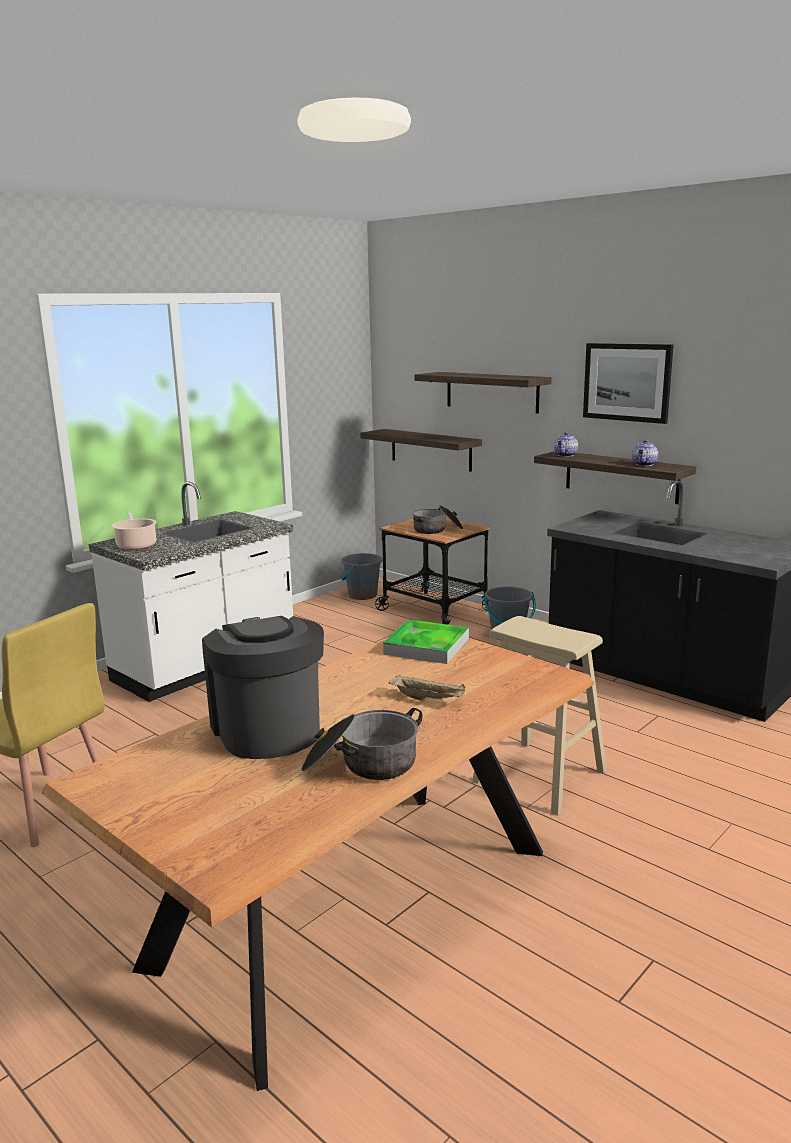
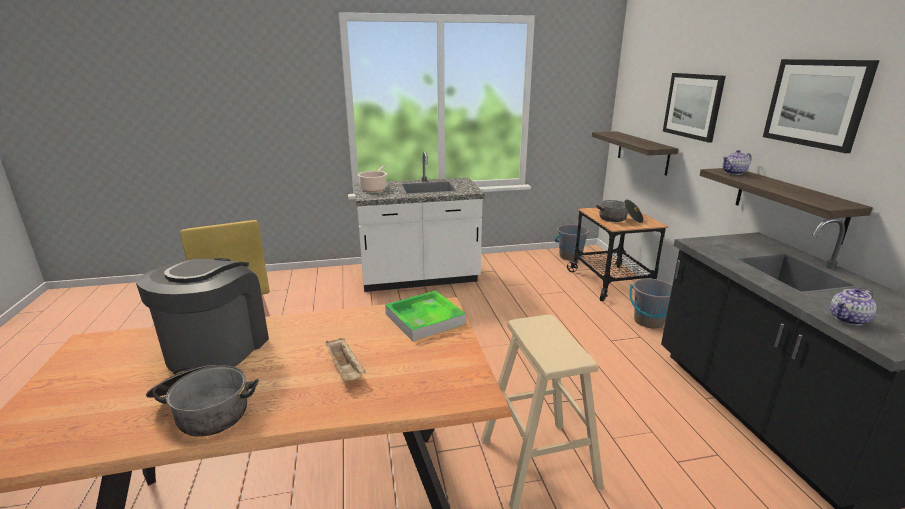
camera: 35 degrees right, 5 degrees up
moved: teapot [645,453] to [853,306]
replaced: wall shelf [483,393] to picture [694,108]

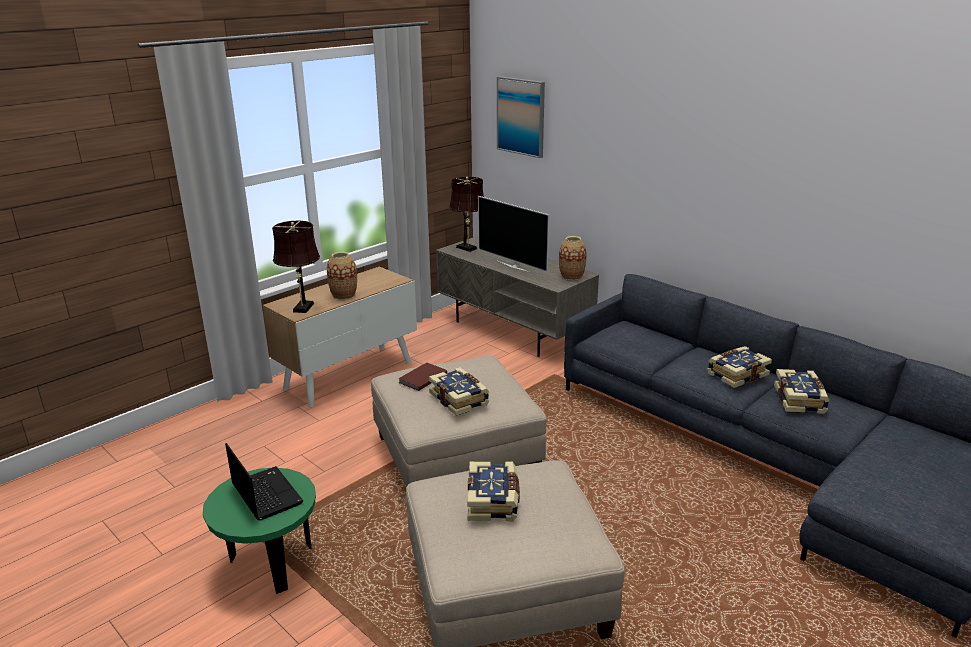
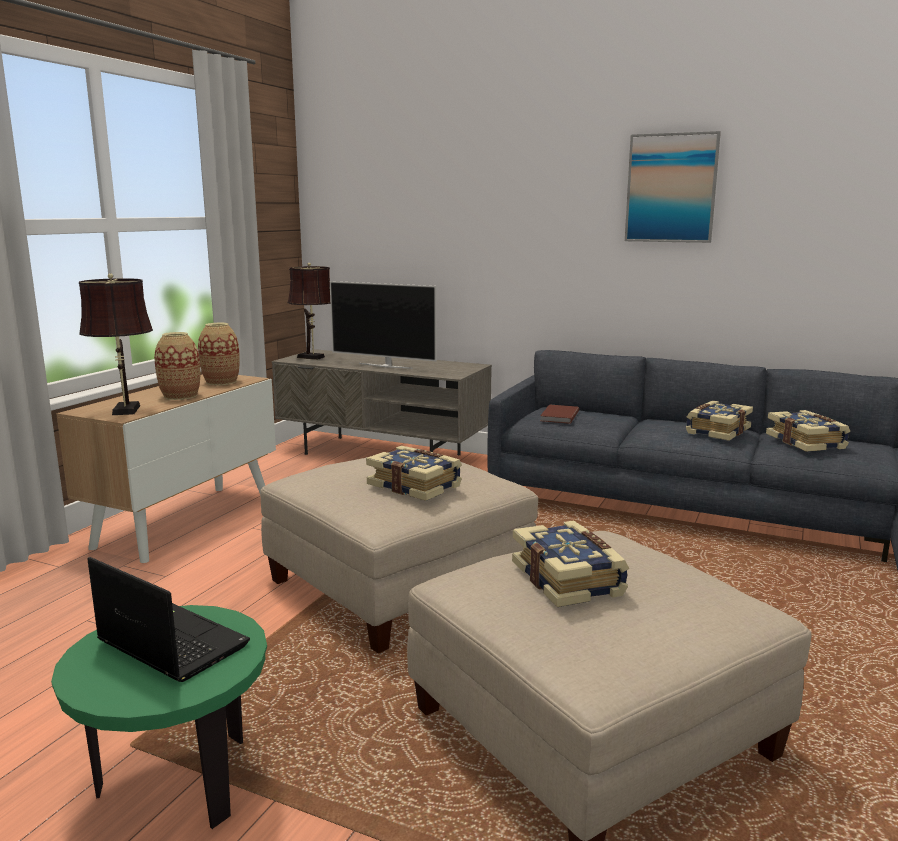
camera: 20 degrees left, 10 degrees down
moved: vase [572,258] to [219,354]; brown-coloured book [422,376] to [559,414]; picture [521,117] to [673,187]

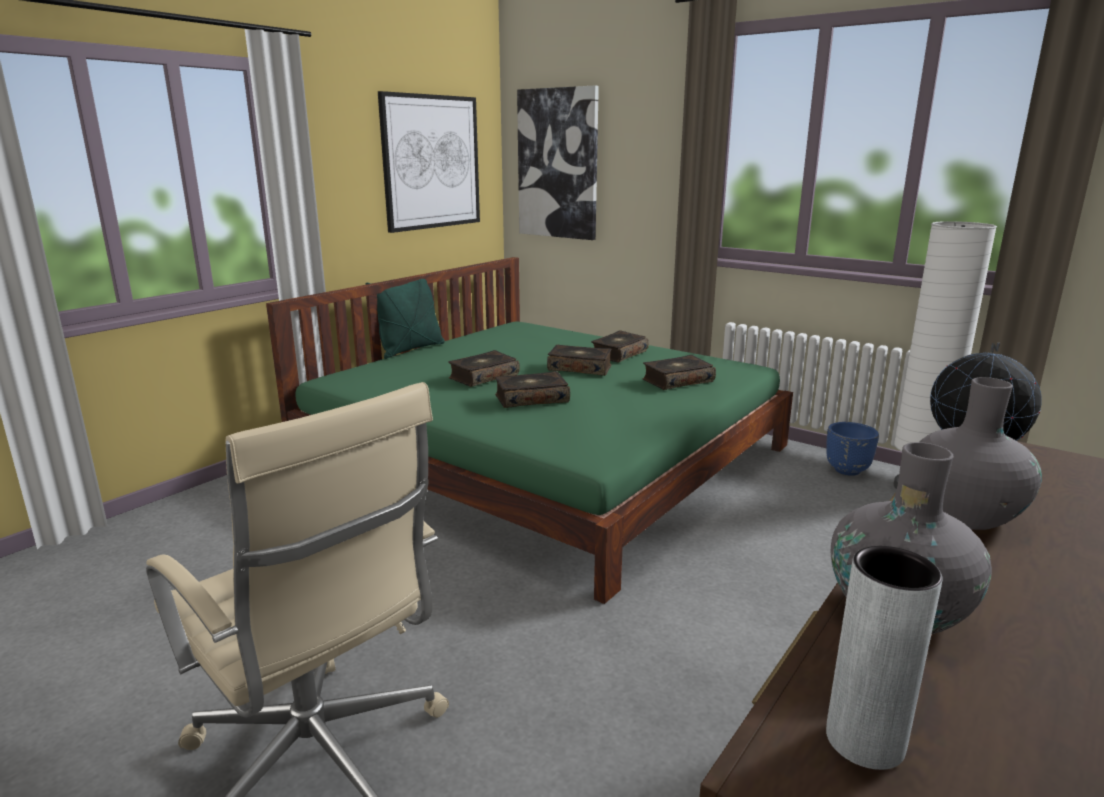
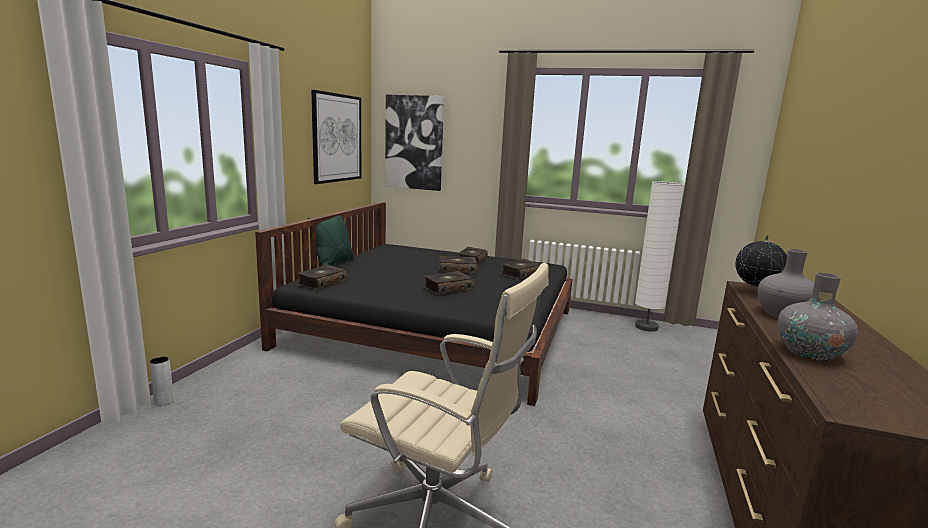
camera: 20 degrees left, 5 degrees down
removed: blue-coloured flower pot [852,449]
moved: greyish vase [884,658] to [161,381]; book [484,368] to [322,277]
recoloured: greenish bedroom bed [529,430] to black-coloured bedroom bed [414,304]

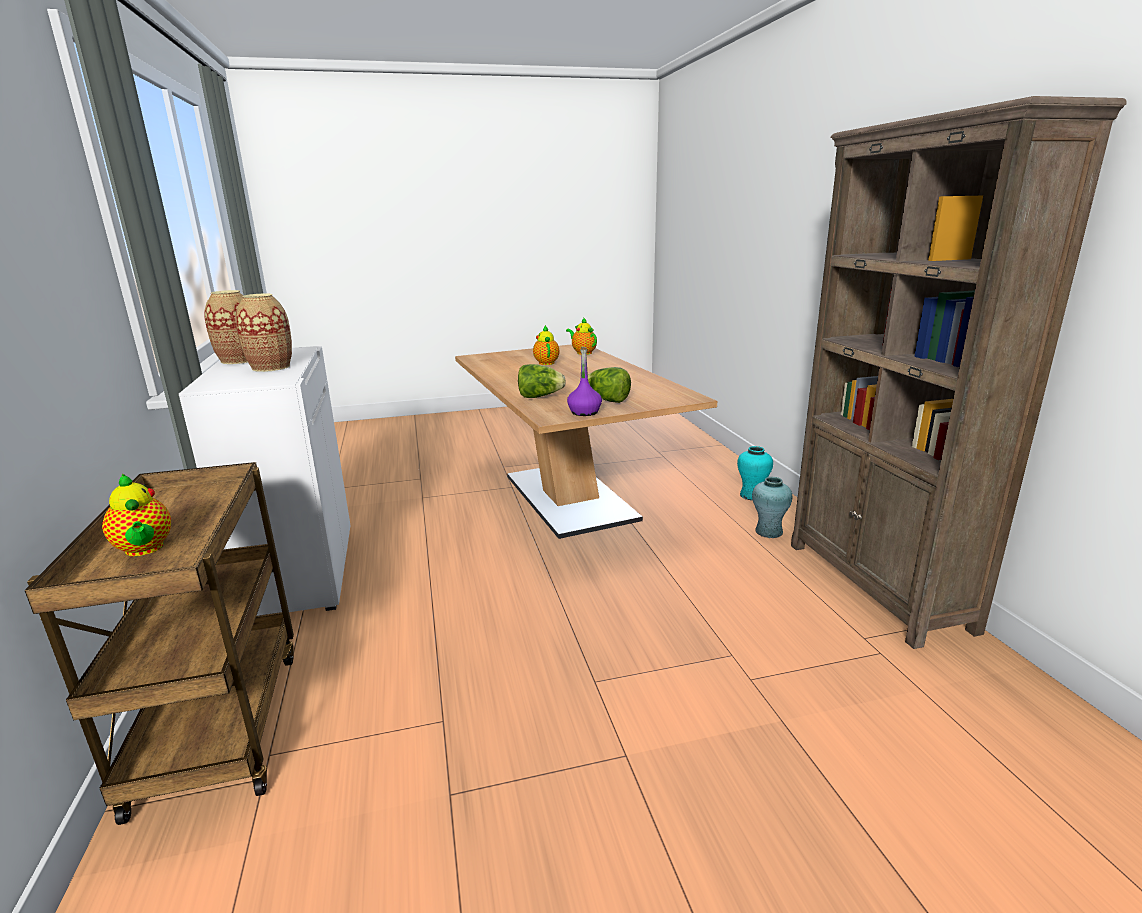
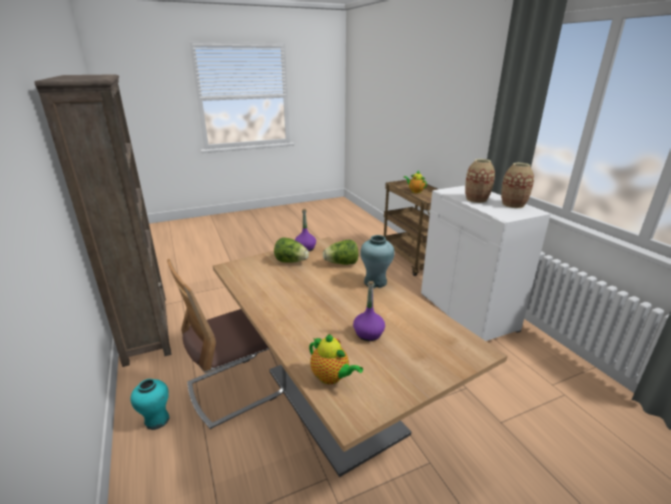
camera: 170 degrees right, 5 degrees up
added: plain chair [226,344]
moved: blue-green vase [772,507] to [377,261]
replaced: teapot [546,345] to purple-coloured drink bottle [369,311]

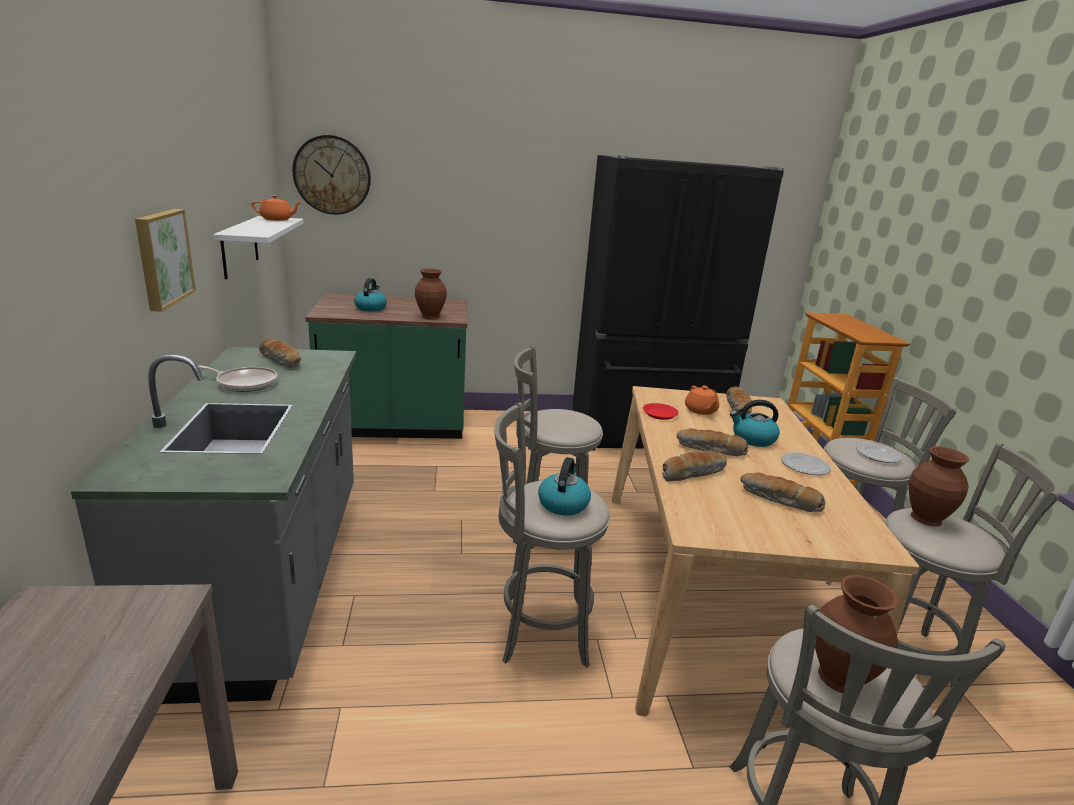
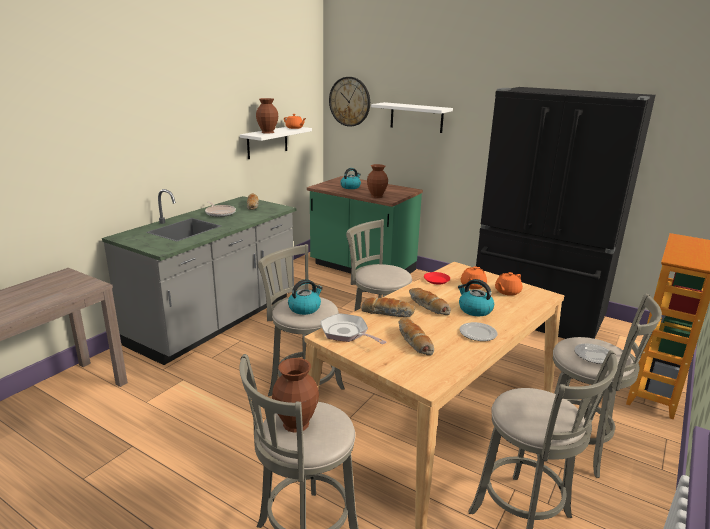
camera: 40 degrees right, 0 degrees up
removed: picture [165,260]
added: skillet [353,328]; whitish wall shelf [412,117]
moved: brown-coloured vase [939,486] to [267,115]
replaced: bread [739,401] to orangey teapot [509,284]

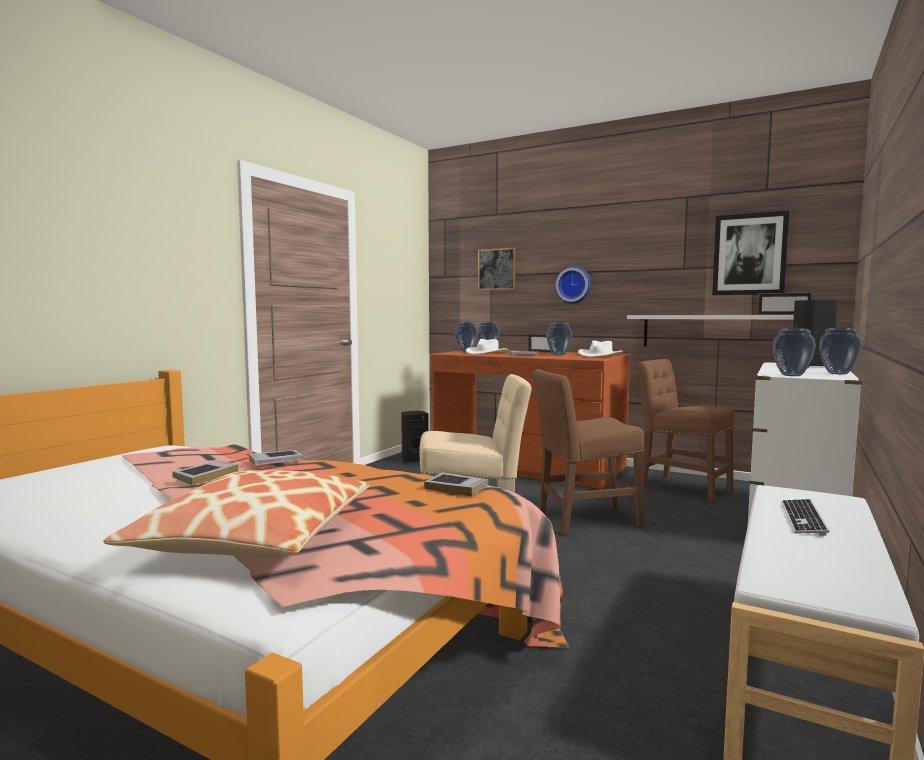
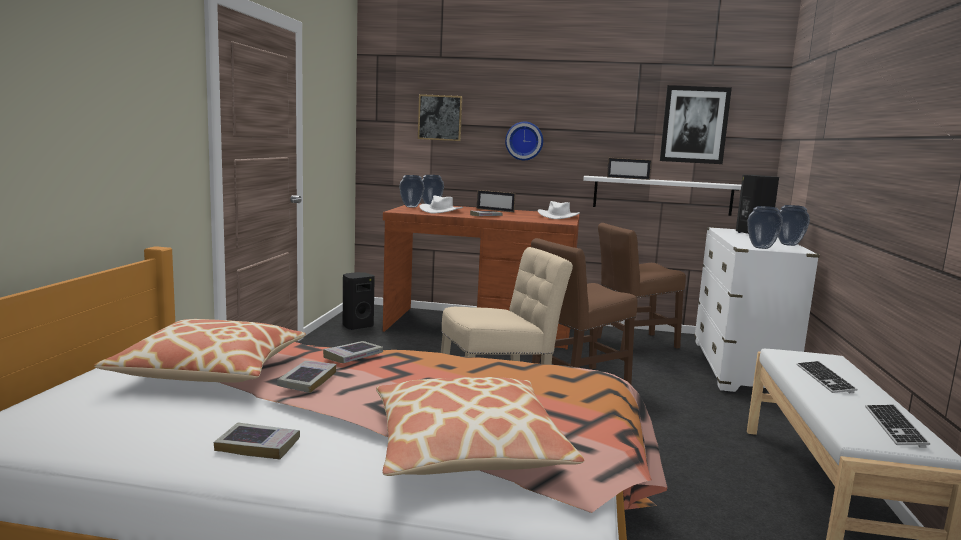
camera: 20 degrees left, 5 degrees up
removed: vase [559,339]
added: throw pillow [200,350]; PC keyboard [897,426]
moved: book [456,485] to [257,440]; standing frame [784,303] to [629,169]
turned: brown-coloured plain chair [685,431] = [641,287] 45 degrees counterclockwise

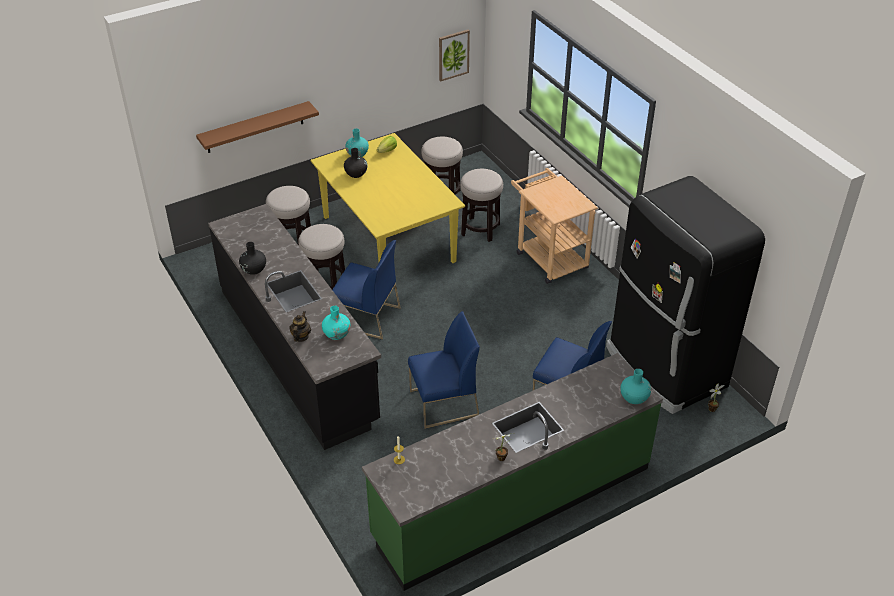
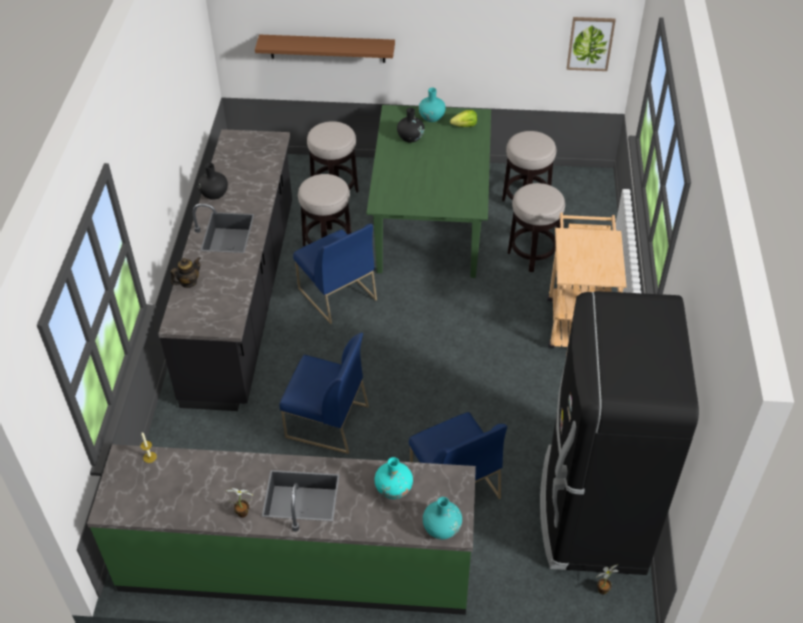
camera: 35 degrees right, 5 degrees up
moved: blue-green vase [336,323] to [394,478]
recoloured: yellowish dinner table [388,198] to greenish dinner table [428,191]

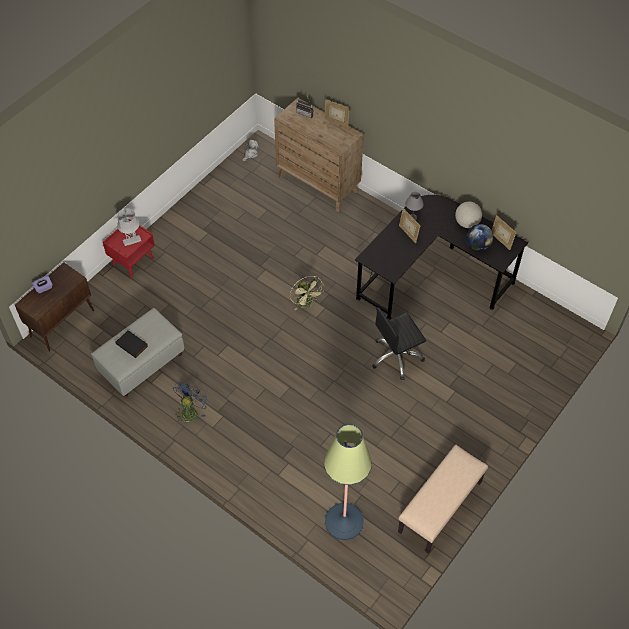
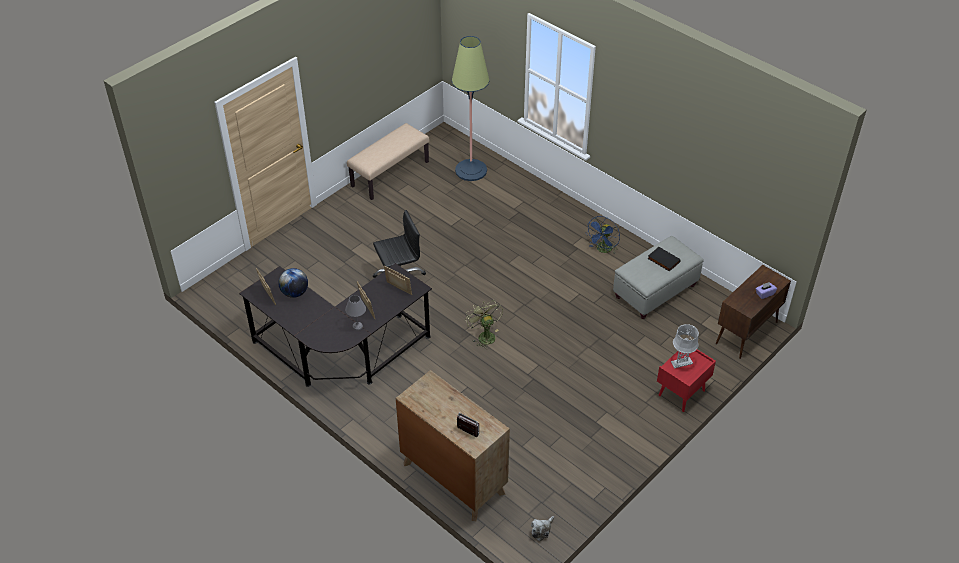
camera: 175 degrees left, 10 degrees down
removed: world globe [468,215]
moved: standing frame [337,113] to [398,280]

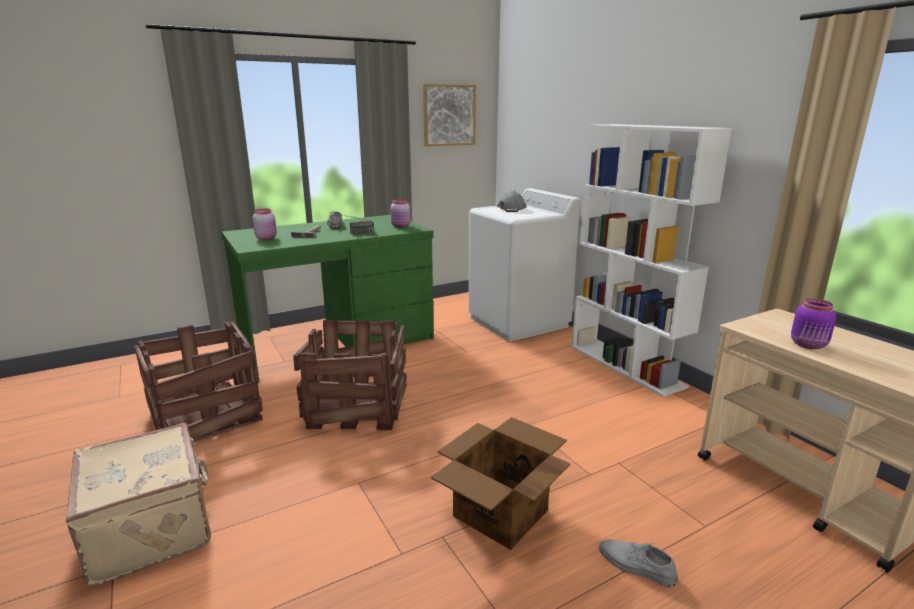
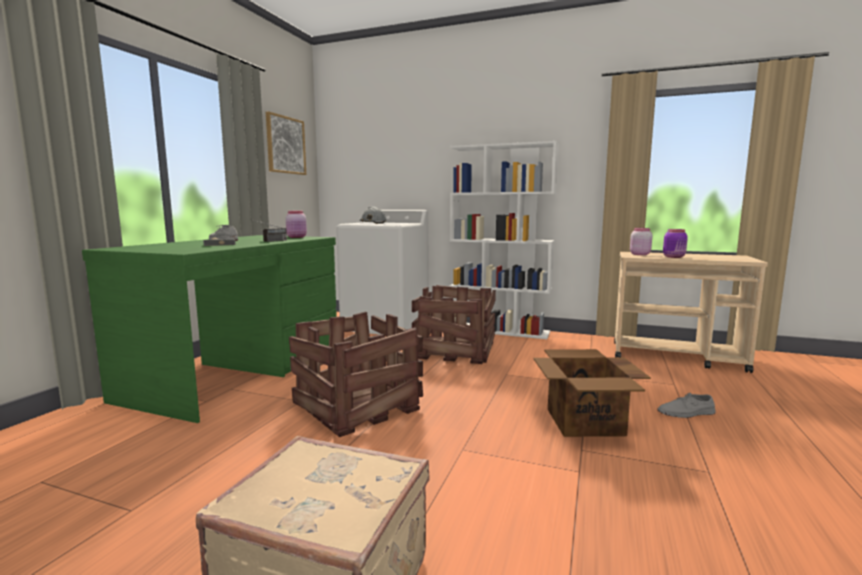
camera: 40 degrees left, 10 degrees down
moved: packing crate [198,381] to [454,324]; pink preserve jar [264,224] to [641,241]

